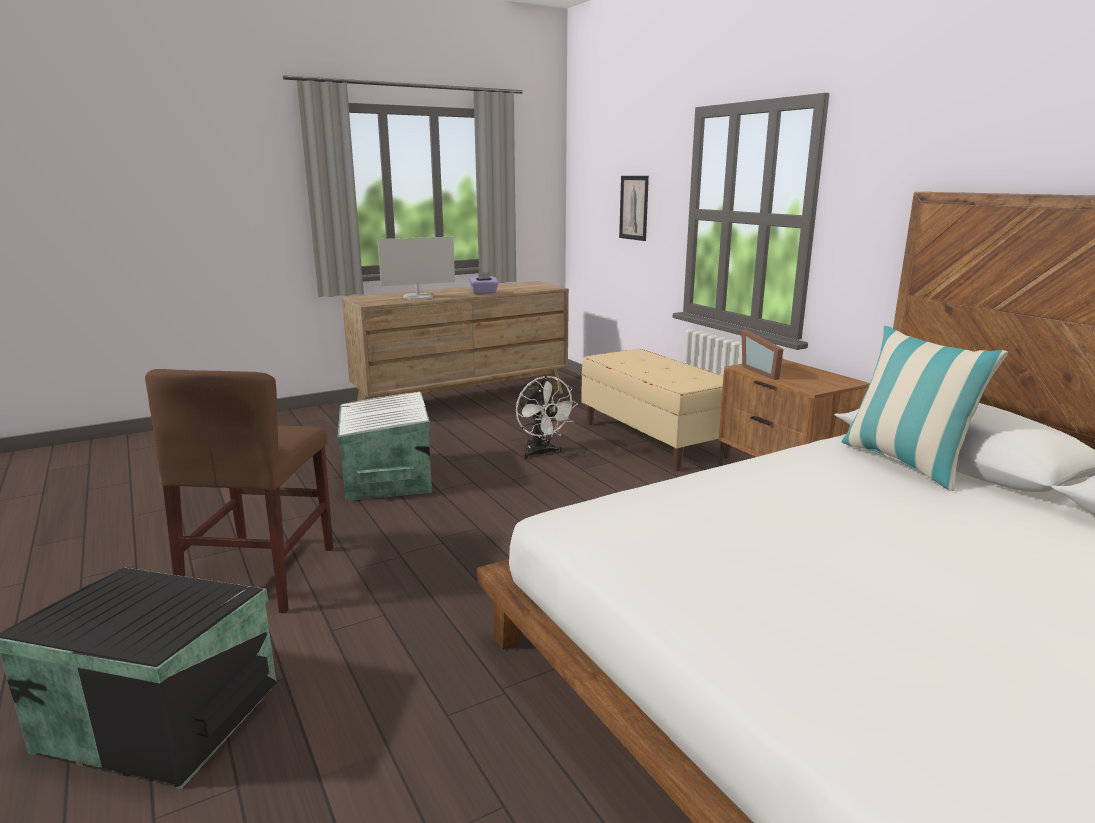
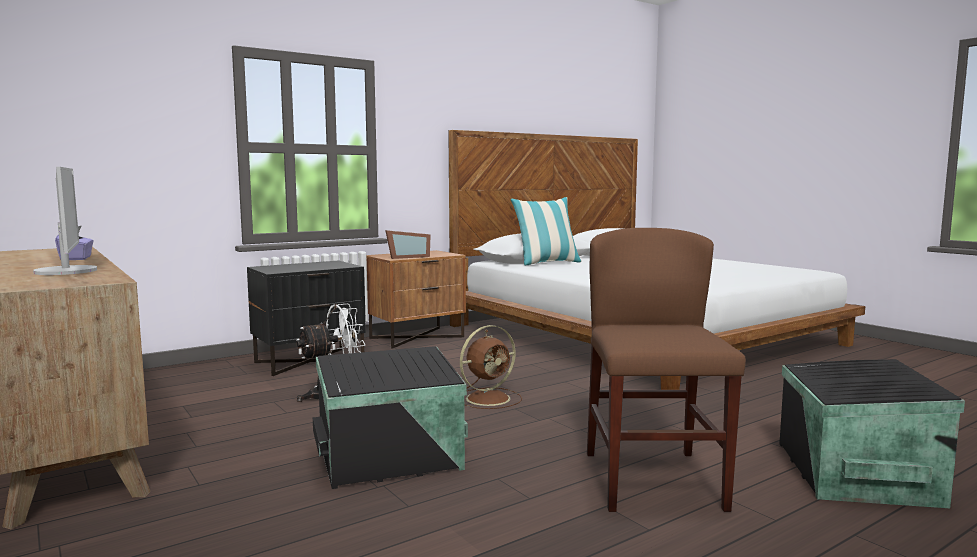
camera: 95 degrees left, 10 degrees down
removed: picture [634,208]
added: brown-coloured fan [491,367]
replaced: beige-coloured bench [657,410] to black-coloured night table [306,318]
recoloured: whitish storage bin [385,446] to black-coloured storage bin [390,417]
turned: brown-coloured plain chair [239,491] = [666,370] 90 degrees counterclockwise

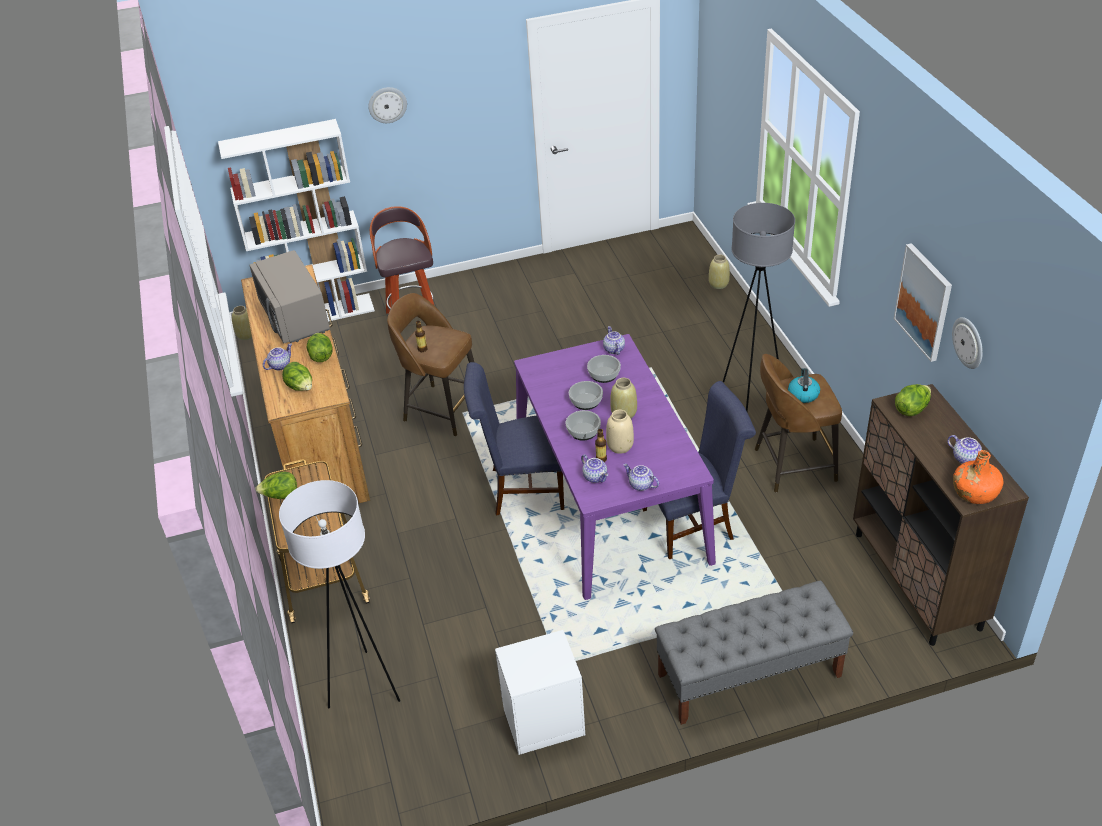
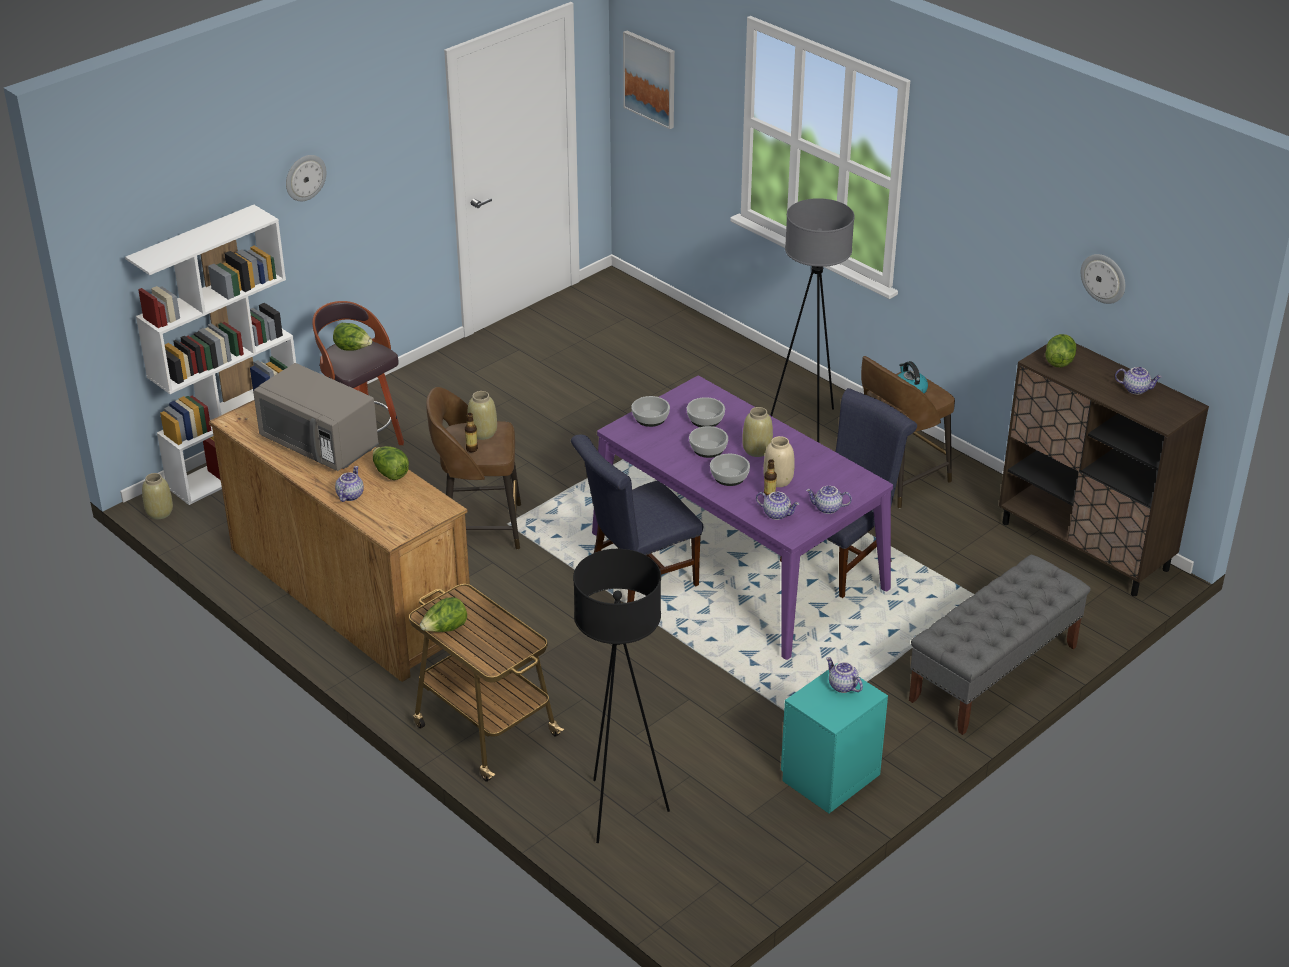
camera: 30 degrees left, 5 degrees down
removed: orangey drink bottle [978,477]
added: deep dish [650,411]
moved: head of lettuce [297,376] to [353,336]; beige-coloured vase [719,272] to [482,415]; picture [923,302] to [649,80]; teapot [614,340] to [844,675]
recoloured: whitish standing lamp [339,594] to black-coloured standing lamp [621,696]; whitish night table [540,692] to blue-green night table [834,738]

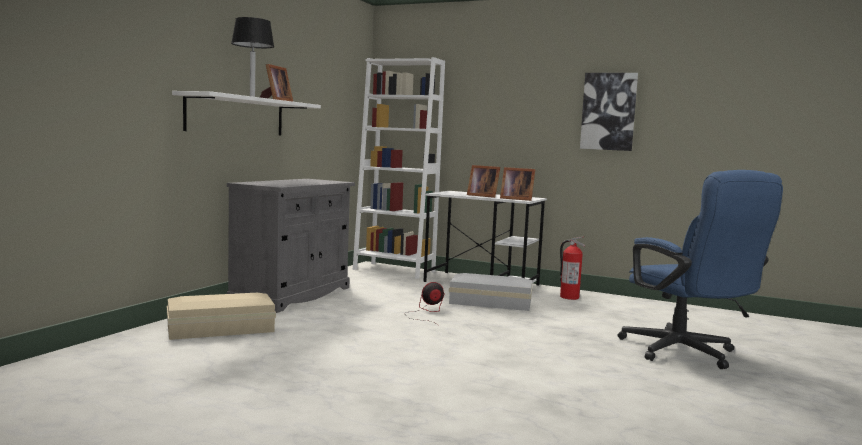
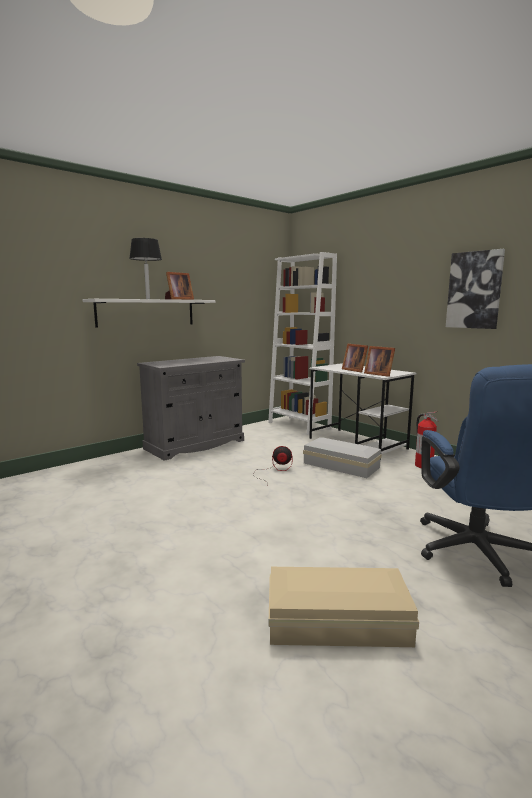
camera: 25 degrees right, 5 degrees up
moved: beige-coloured storage bin [221,316] to [344,607]

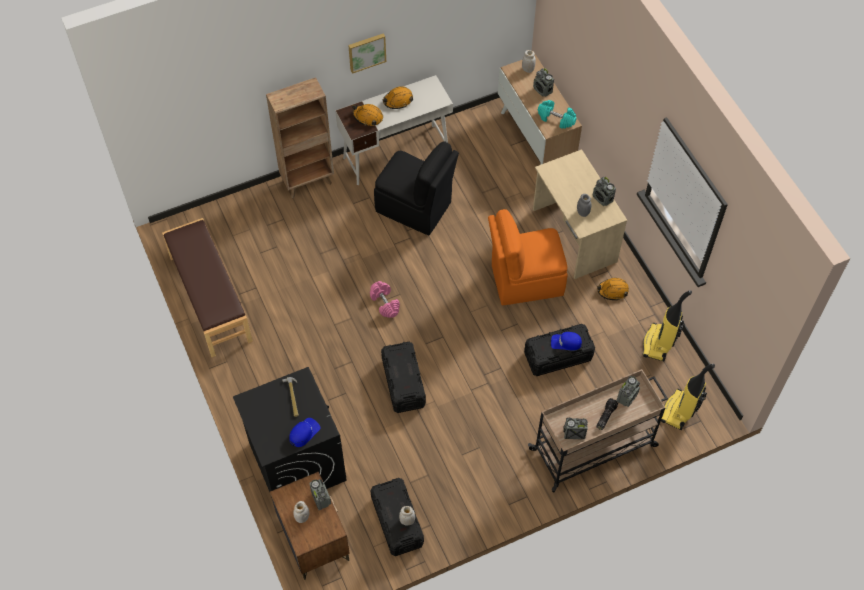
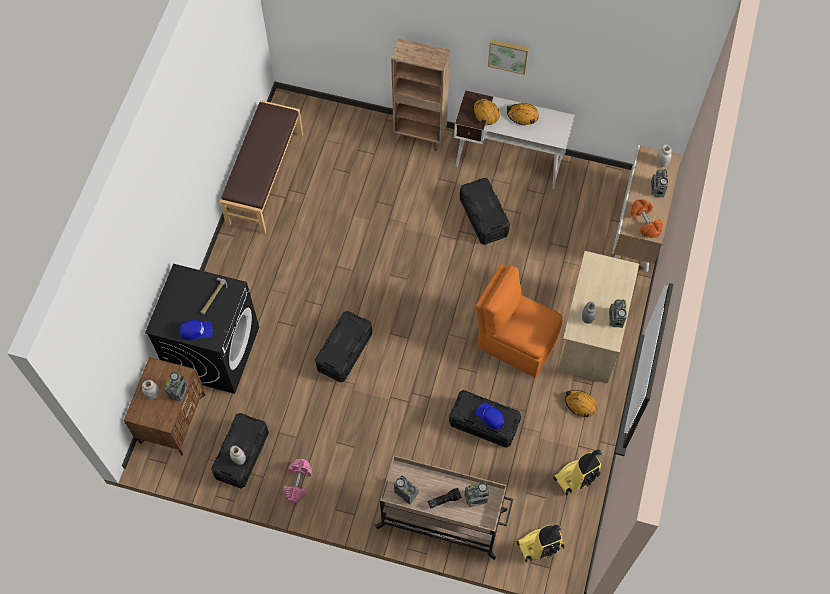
camera: 40 degrees right, 5 degrees up
moved: pink hand weight [385,299] to [298,481]
replaced: black-coloured plain chair [416,188] to black-coloured storage bin [485,211]
recoloured: blue-green hand weight [557,114] to orangey hand weight [647,218]

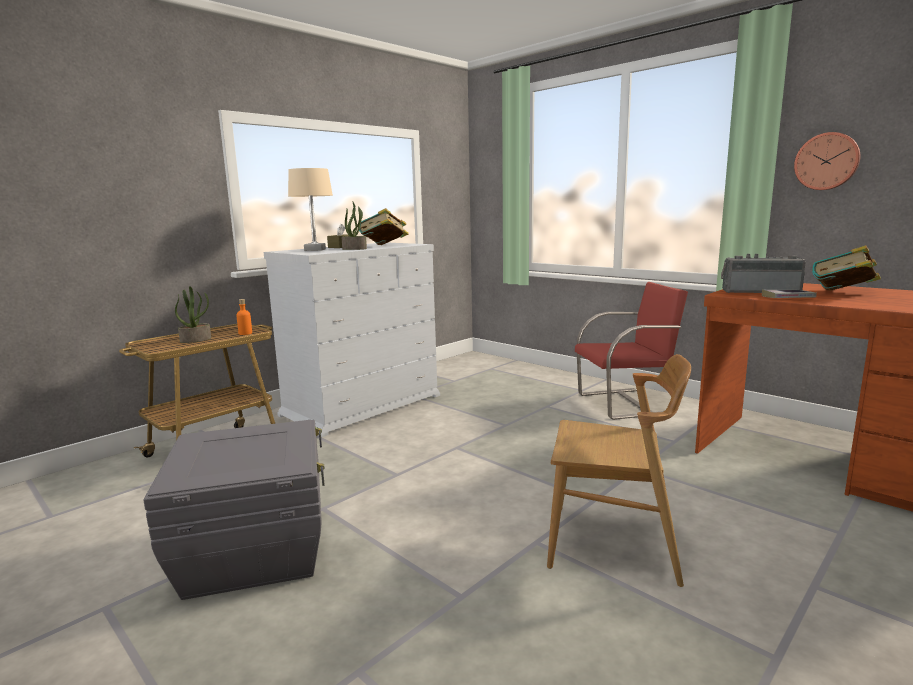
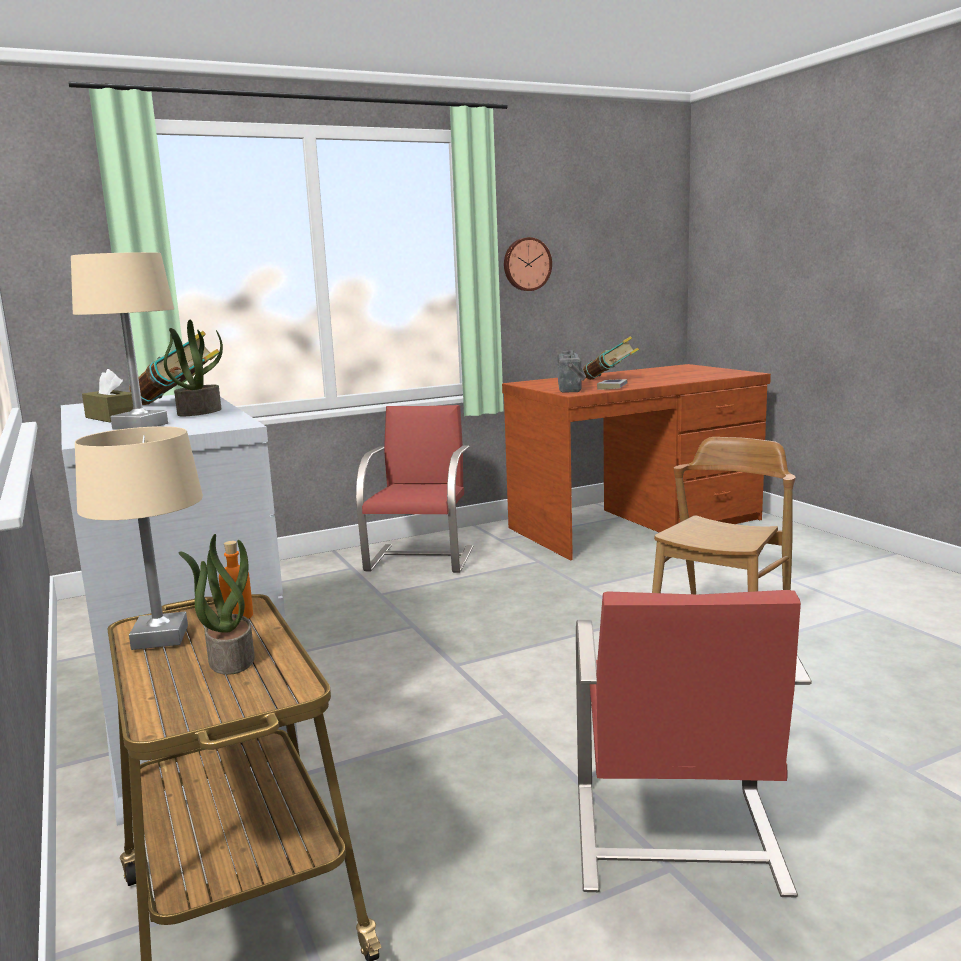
camera: 70 degrees left, 0 degrees up
added: beige-coloured table lamp [139,538]
replaced: greyish storage bin [234,510] to reddish plain chair [694,743]
turned: radio set [763,273] = [572,371] 150 degrees clockwise

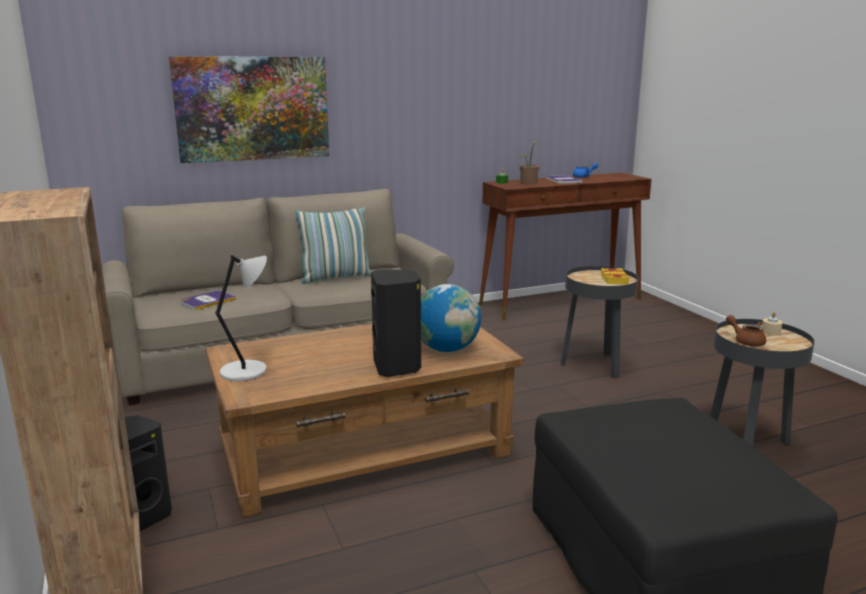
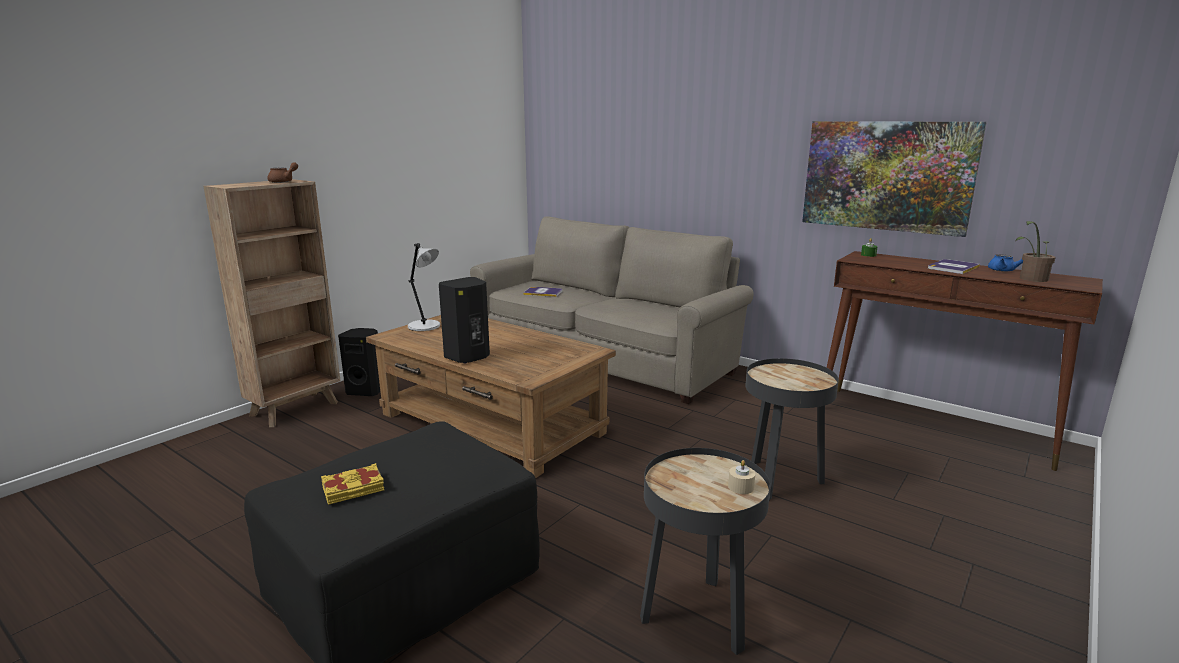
camera: 60 degrees right, 0 degrees up
removed: throw pillow [333,245]; world globe [451,318]
moved: brown-coloured teapot [746,330] to [283,172]; yellowish book [615,276] to [352,484]; picture [249,109] to [894,179]; houseplant [529,163] to [1036,251]

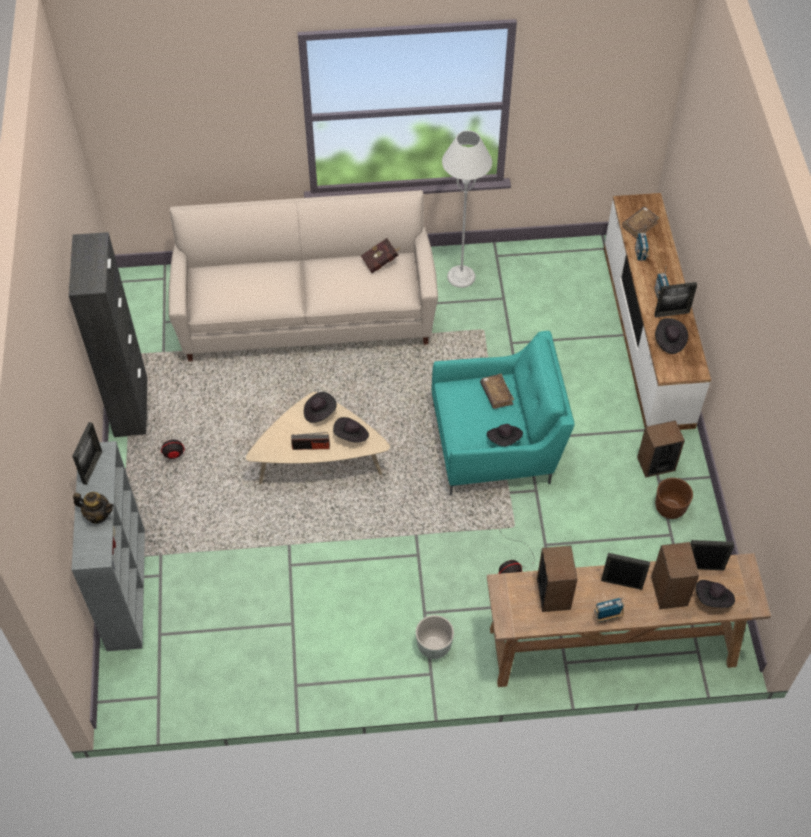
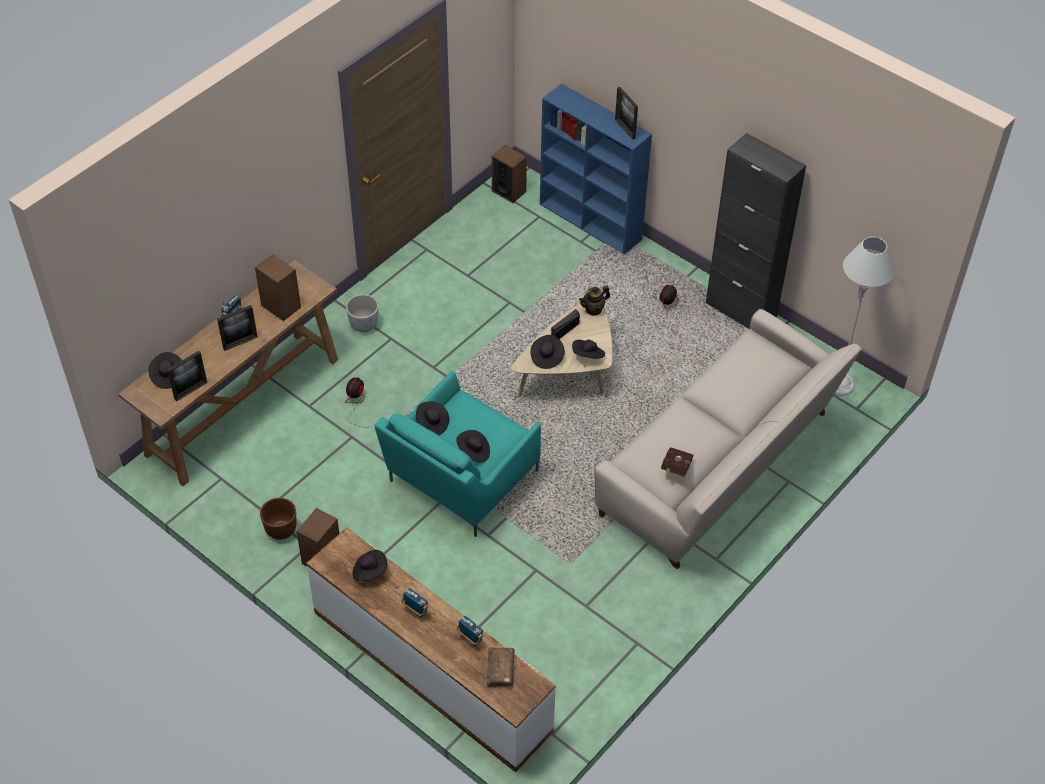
camera: 135 degrees right, 5 degrees down
removed: standing frame [675,300]
moved: audio speaker [675,575] to [509,174]; teapot [93,507] to [594,301]; greyish standing lamp [467,209] to [864,316]
replaced: brown-coloured book [497,391] to black-coloured hat [473,446]
recoloured: greyish bookshelf [108,546] to blue-coloured bookshelf [596,169]

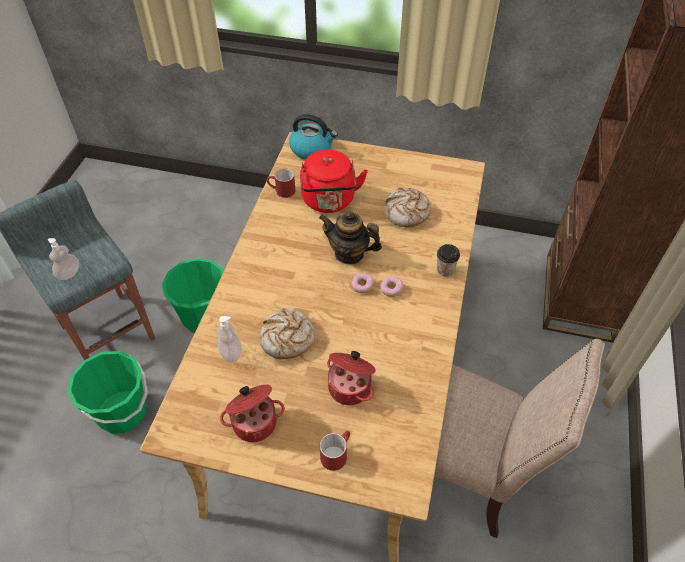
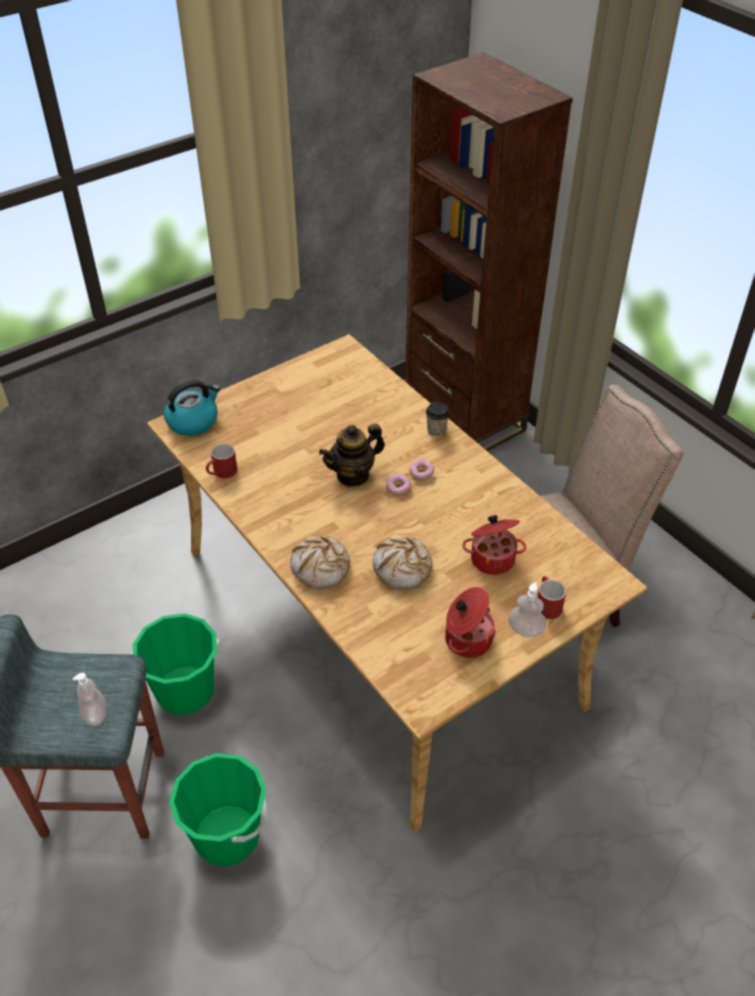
camera: 50 degrees left, 5 degrees down
removed: reddish tea kettle [334,181]
moved: bread [408,207] to [320,563]; soap dispenser [230,339] to [527,609]

